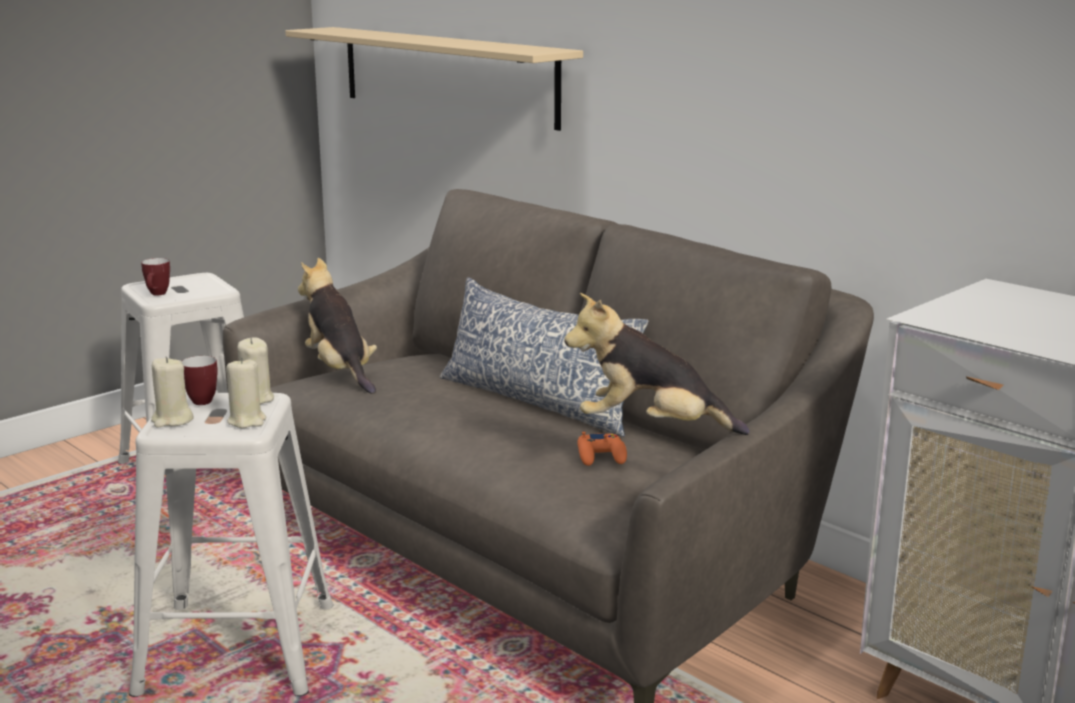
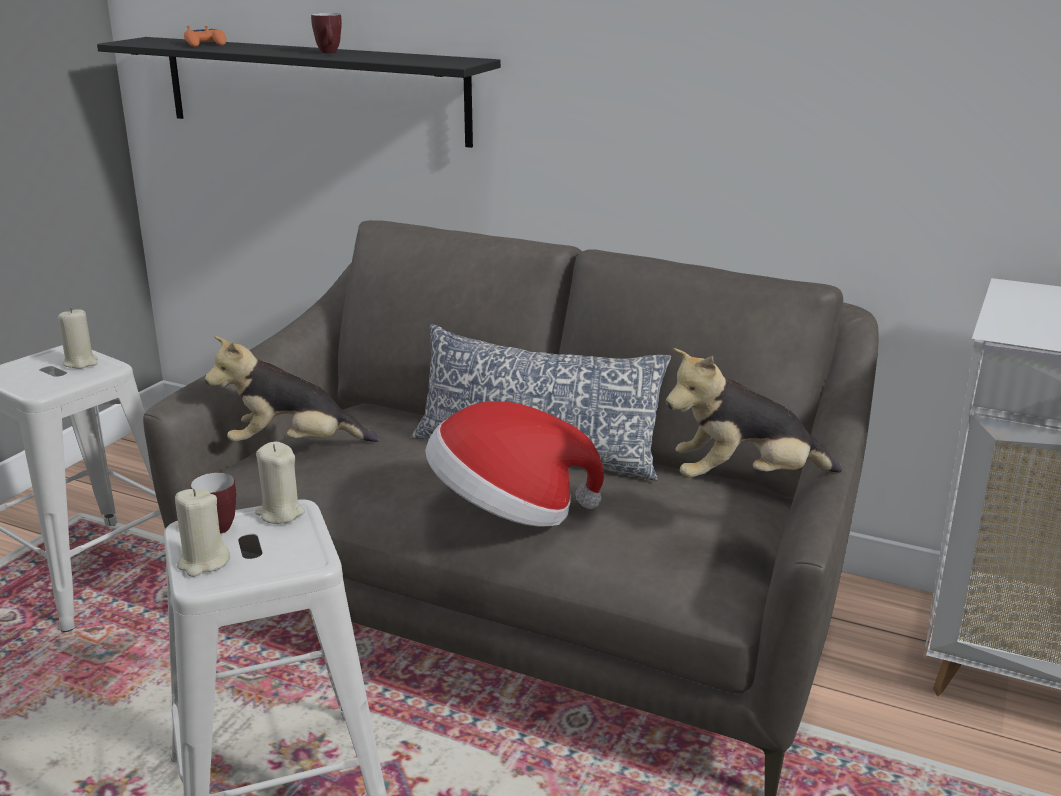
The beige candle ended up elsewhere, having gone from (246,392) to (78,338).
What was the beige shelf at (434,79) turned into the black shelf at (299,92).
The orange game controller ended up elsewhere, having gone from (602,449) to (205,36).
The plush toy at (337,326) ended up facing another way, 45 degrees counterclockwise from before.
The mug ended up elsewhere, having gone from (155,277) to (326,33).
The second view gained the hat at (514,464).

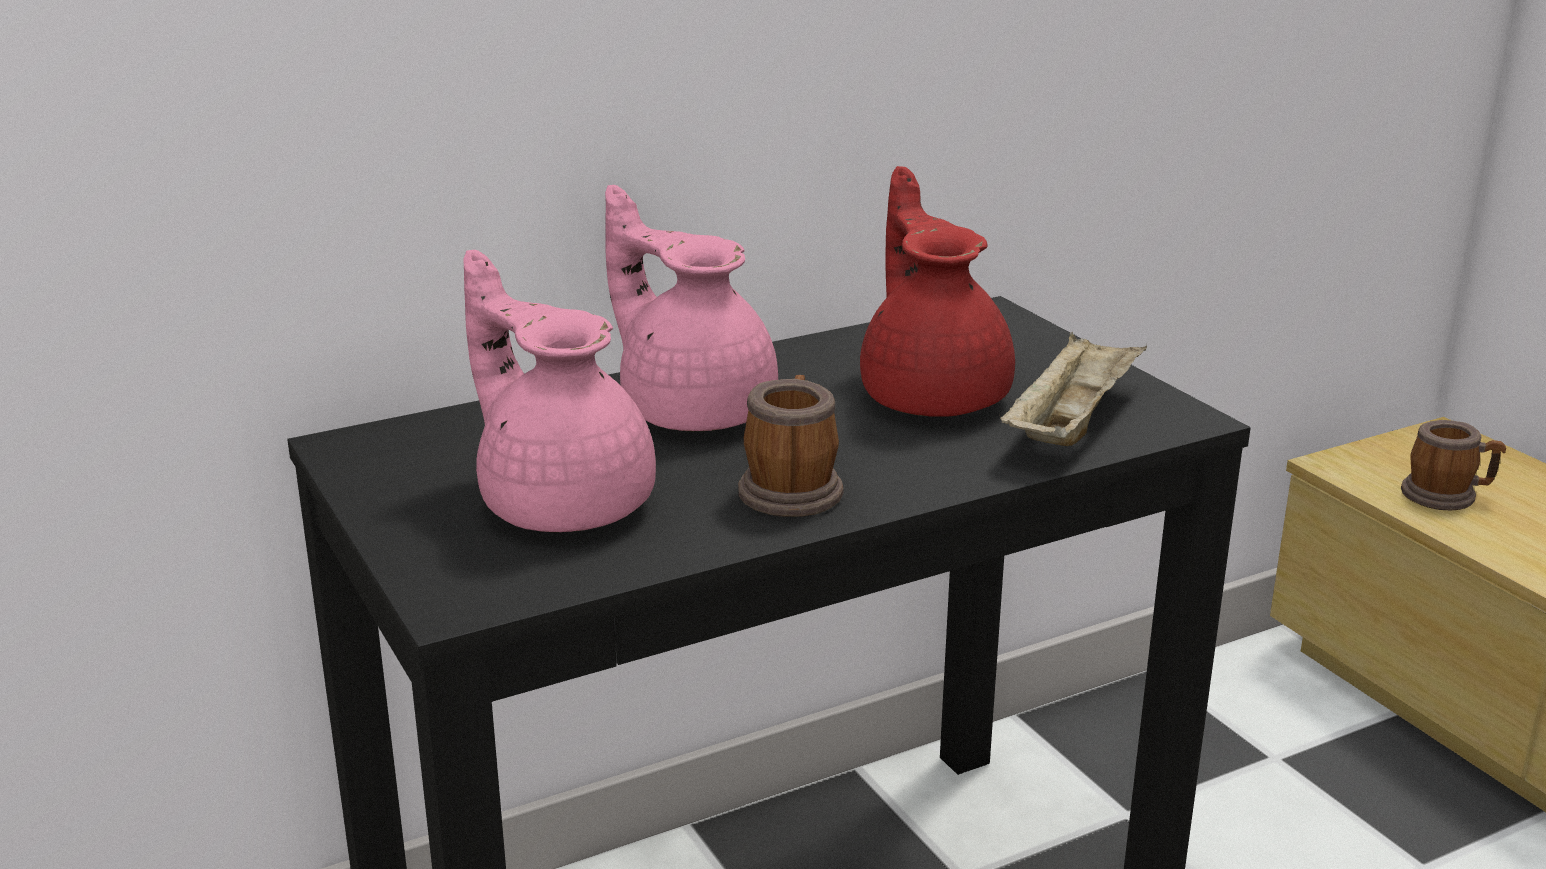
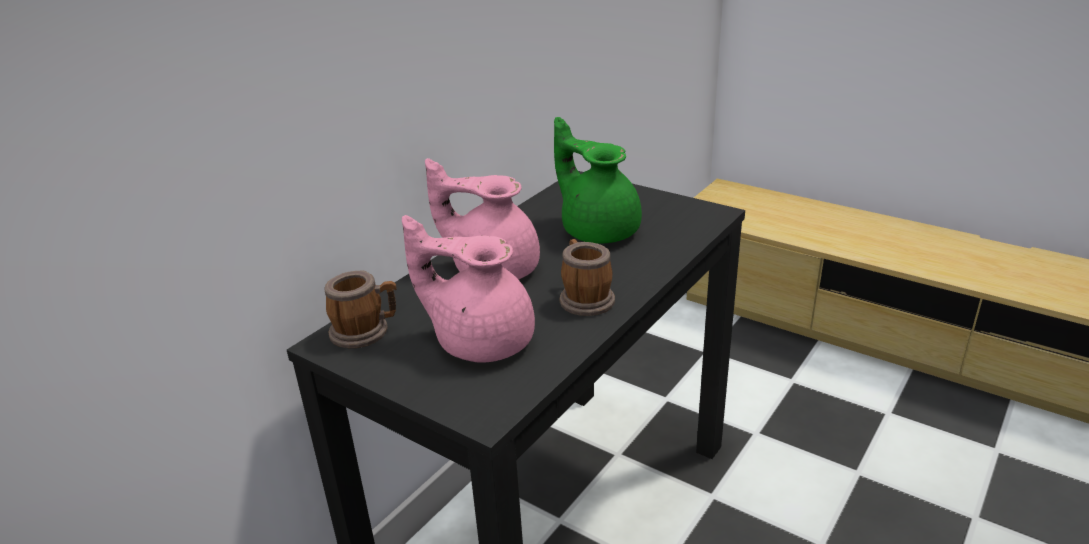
The mug ended up elsewhere, having gone from (1453,465) to (360,310).
What was the red teapot at (937,291) turned into the green teapot at (598,180).
The second view lost the beige tray at (1073,389).

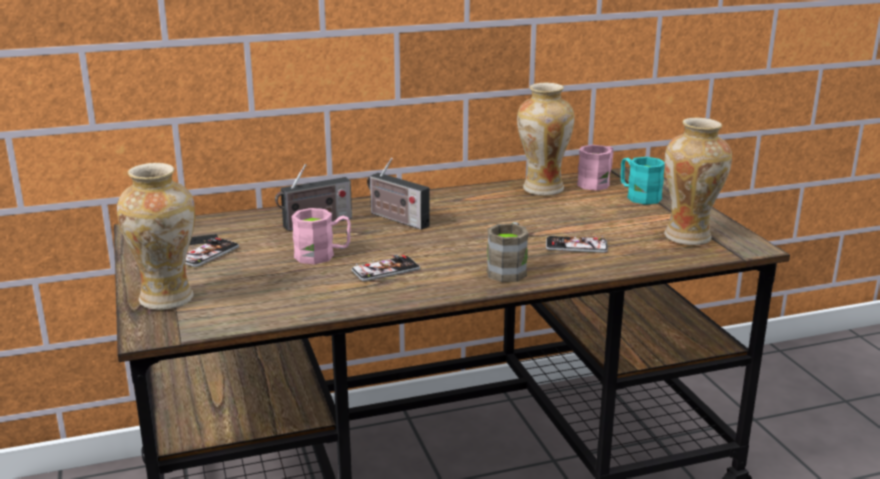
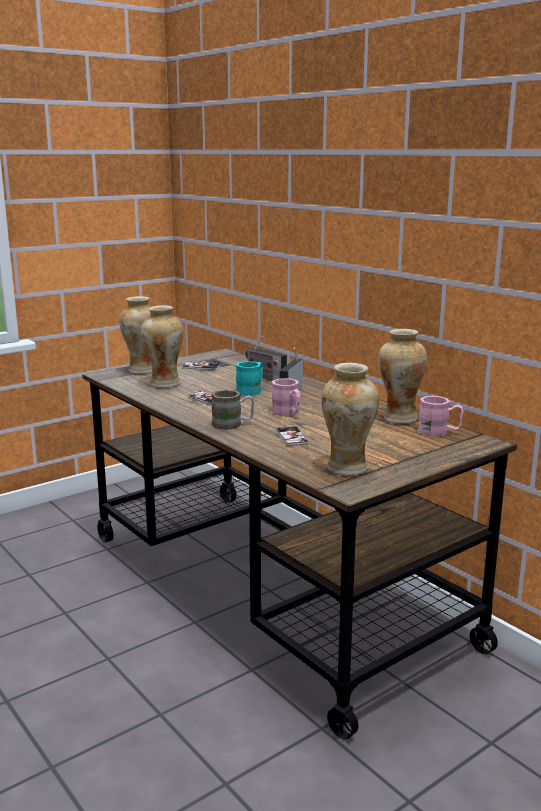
The second view gained the vase at (162,346).
The turquoise mug ended up elsewhere, having gone from (643,181) to (249,378).
The pink mug ended up elsewhere, having gone from (321,236) to (286,397).

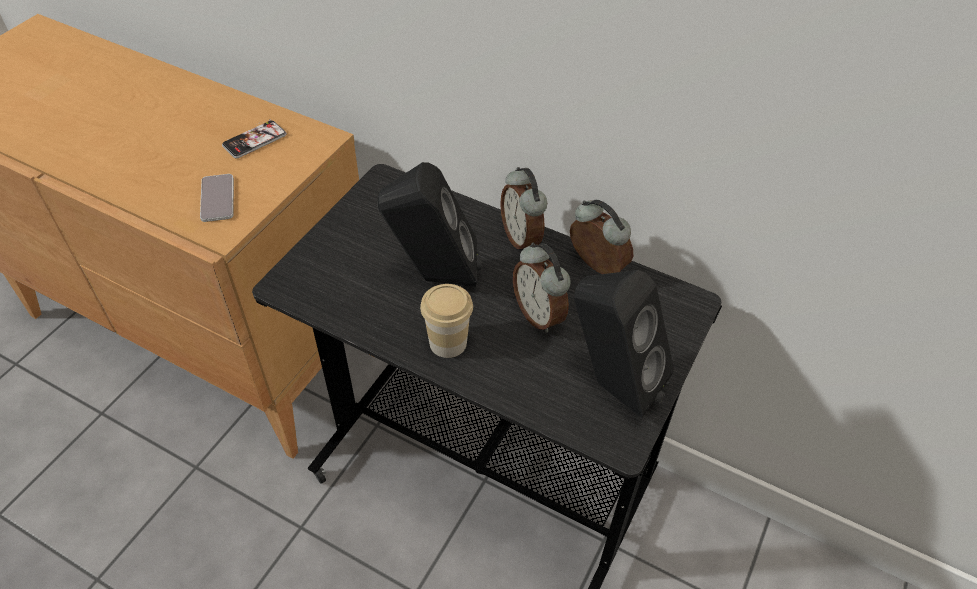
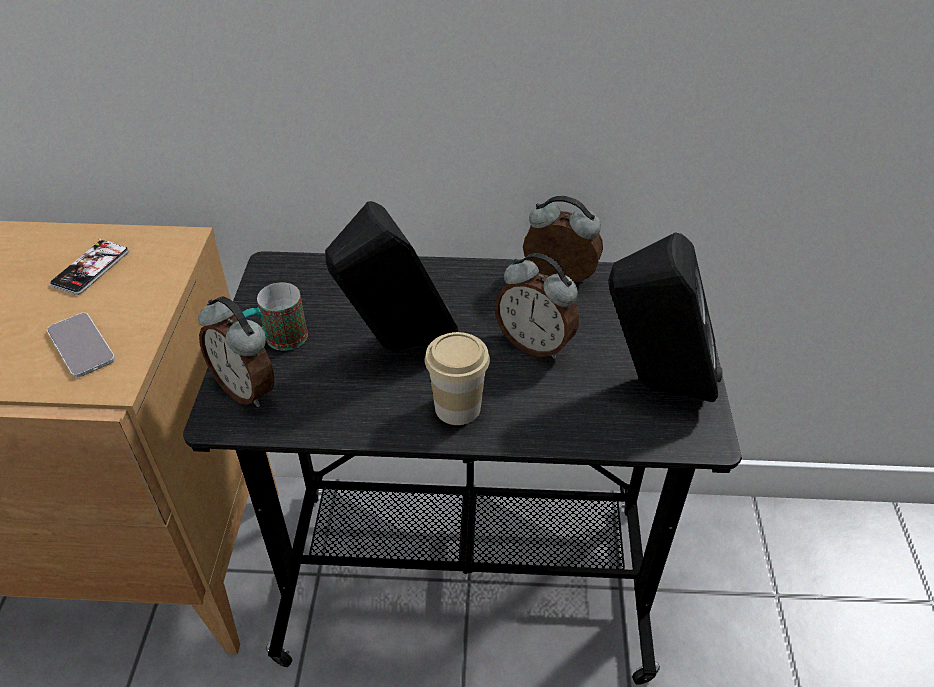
The alarm clock ended up elsewhere, having gone from (523,208) to (236,351).
The second view gained the mug at (275,316).

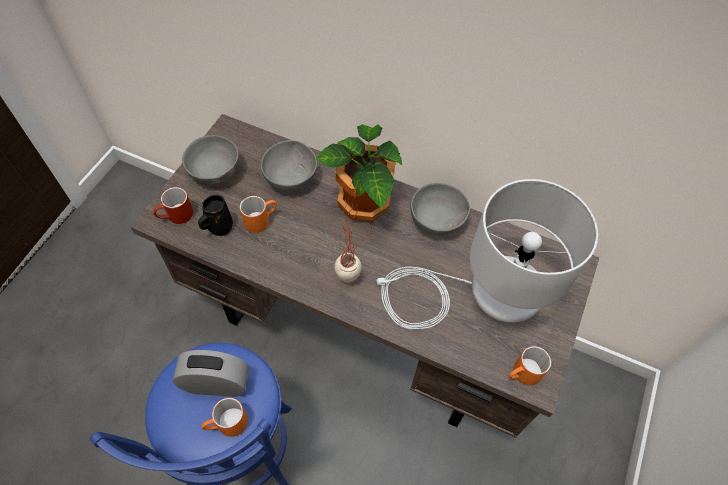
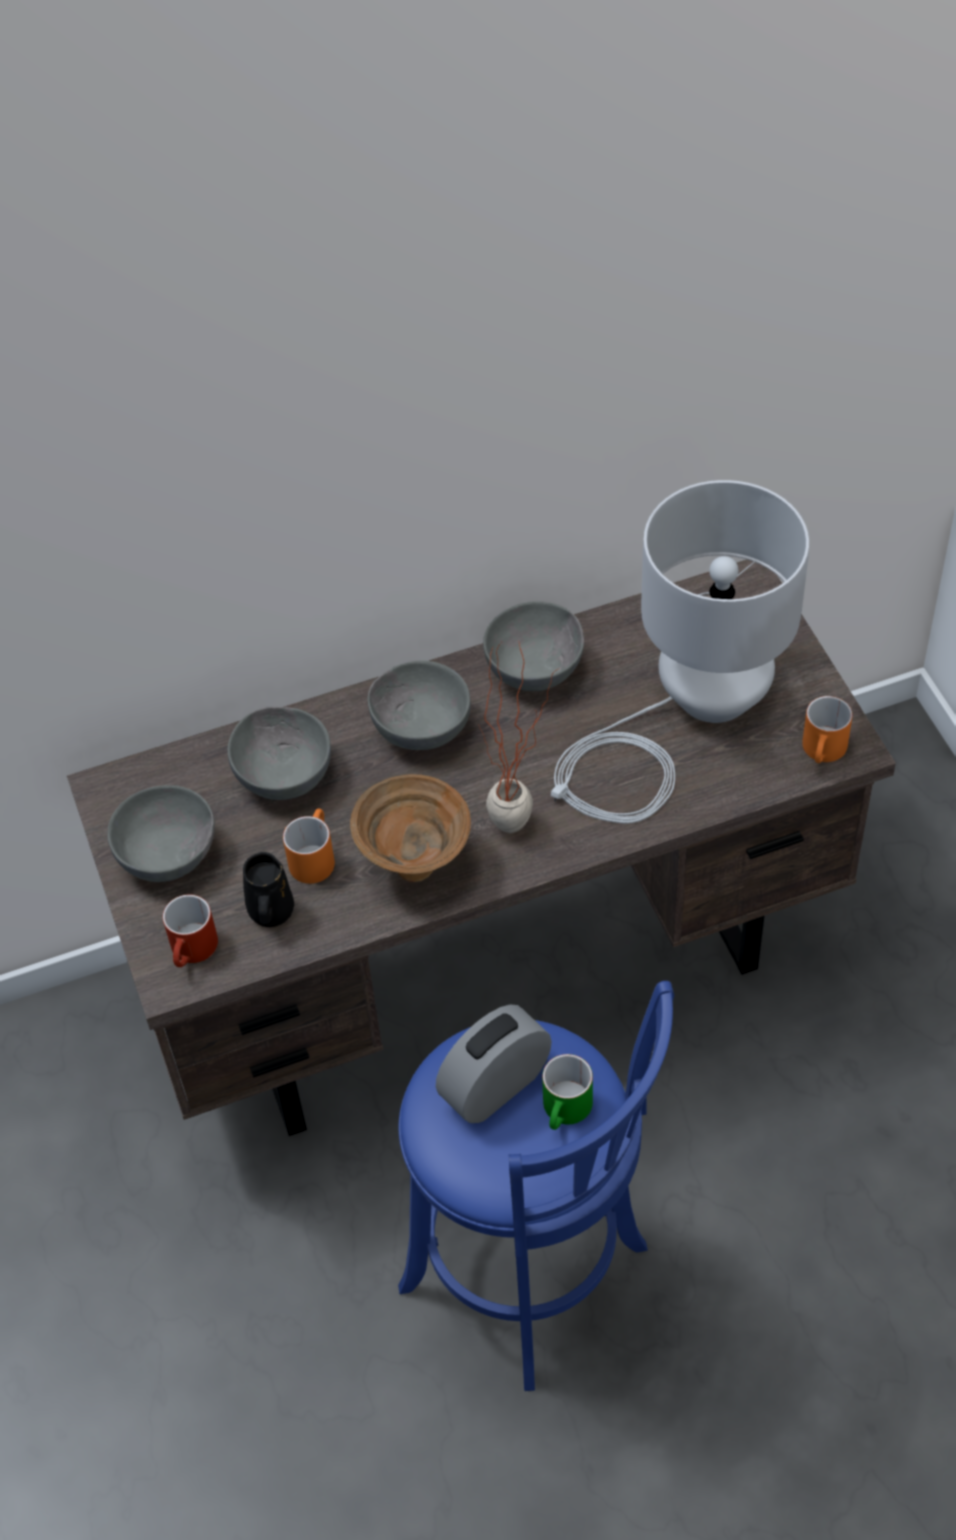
The second view gained the brown bowl at (410,828).
Where the potted plant stood at (359,173), the grey bowl came to stand at (419,705).
What was the orange mug at (224,417) turned into the green mug at (567,1092).

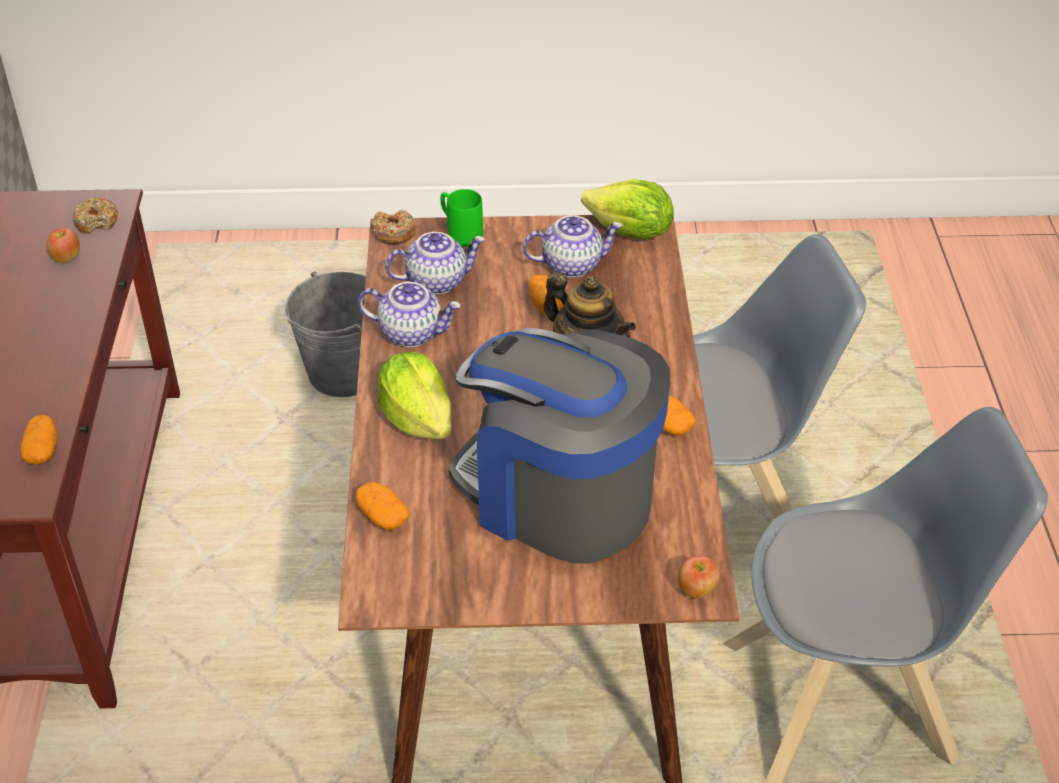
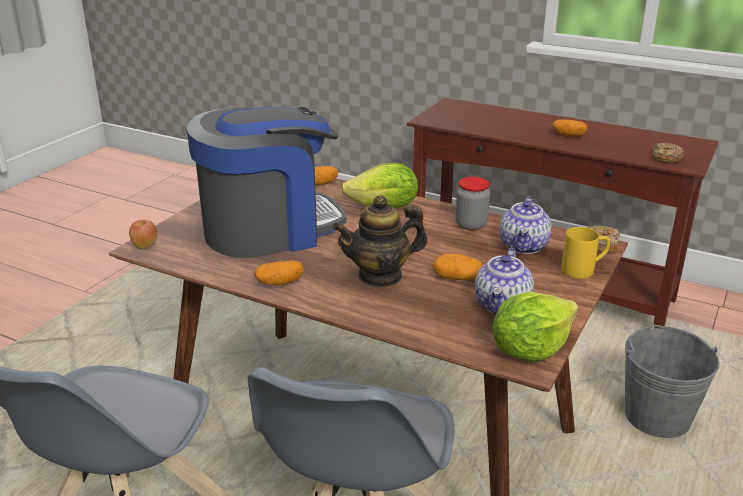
Where the teapot stood at (409,314), the jar came to stand at (472,204).
The potato ended up elsewhere, having gone from (39,440) to (570,128).
What was the green mug at (461,218) turned into the yellow mug at (586,253).
The second view lost the apple at (63,246).

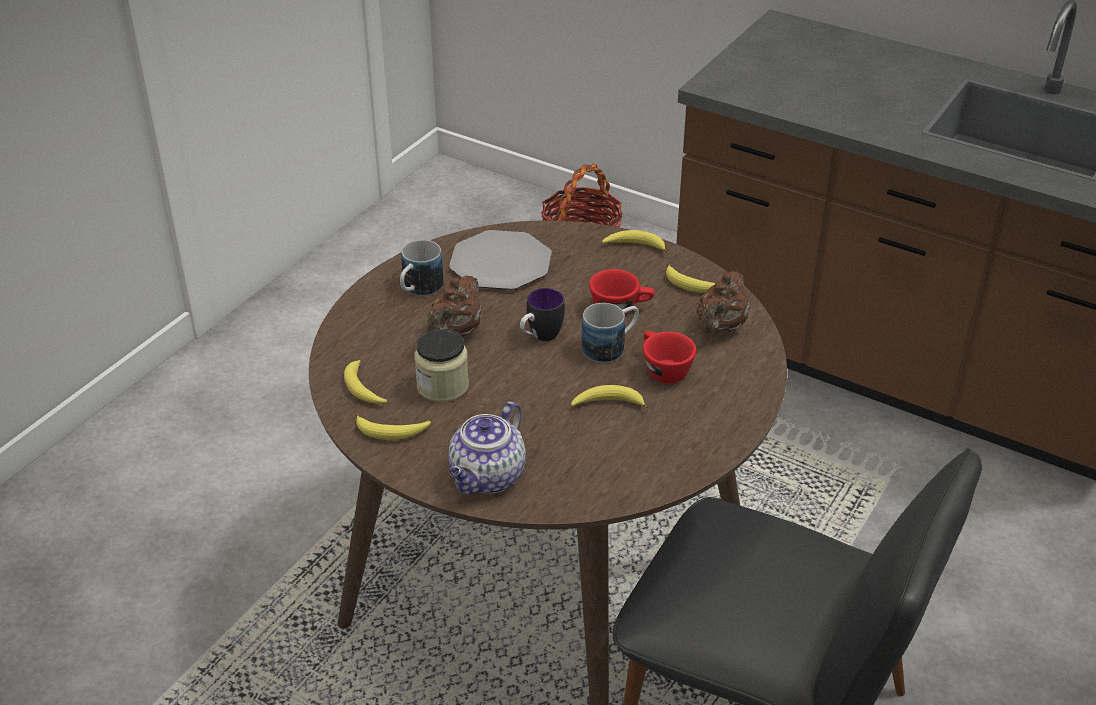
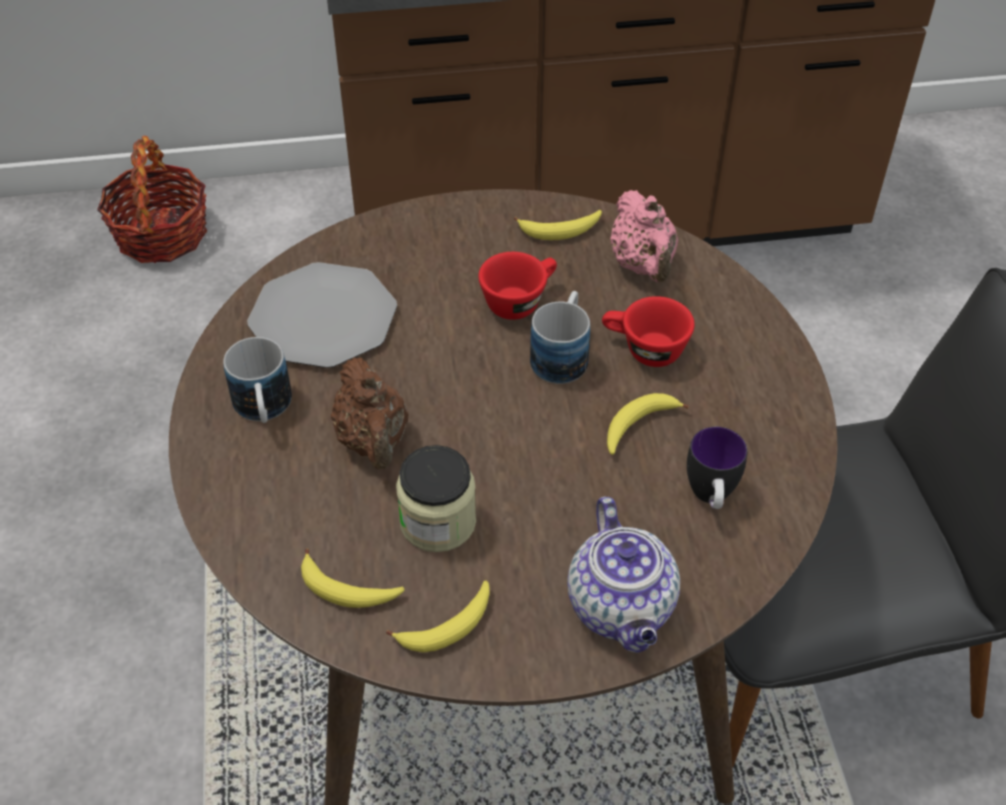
What was the brown teapot at (722,303) turned into the pink teapot at (644,236).
The mug ended up elsewhere, having gone from (542,314) to (717,468).
The second view lost the banana at (634,241).

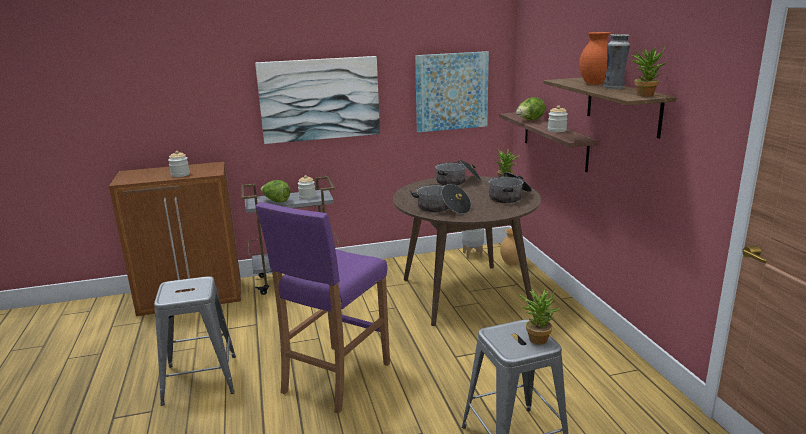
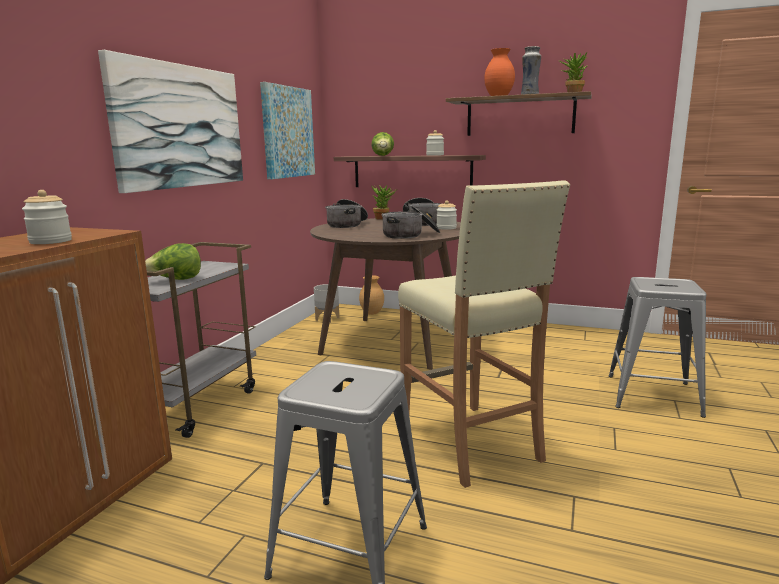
What was the purple stool at (322,308) turned into the beige stool at (484,334).
The jar ended up elsewhere, having gone from (307,187) to (446,215).
The second view lost the potted plant at (539,317).

